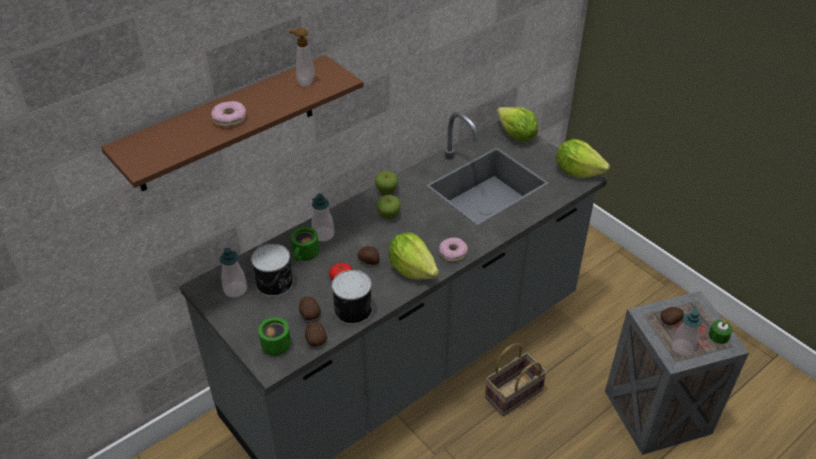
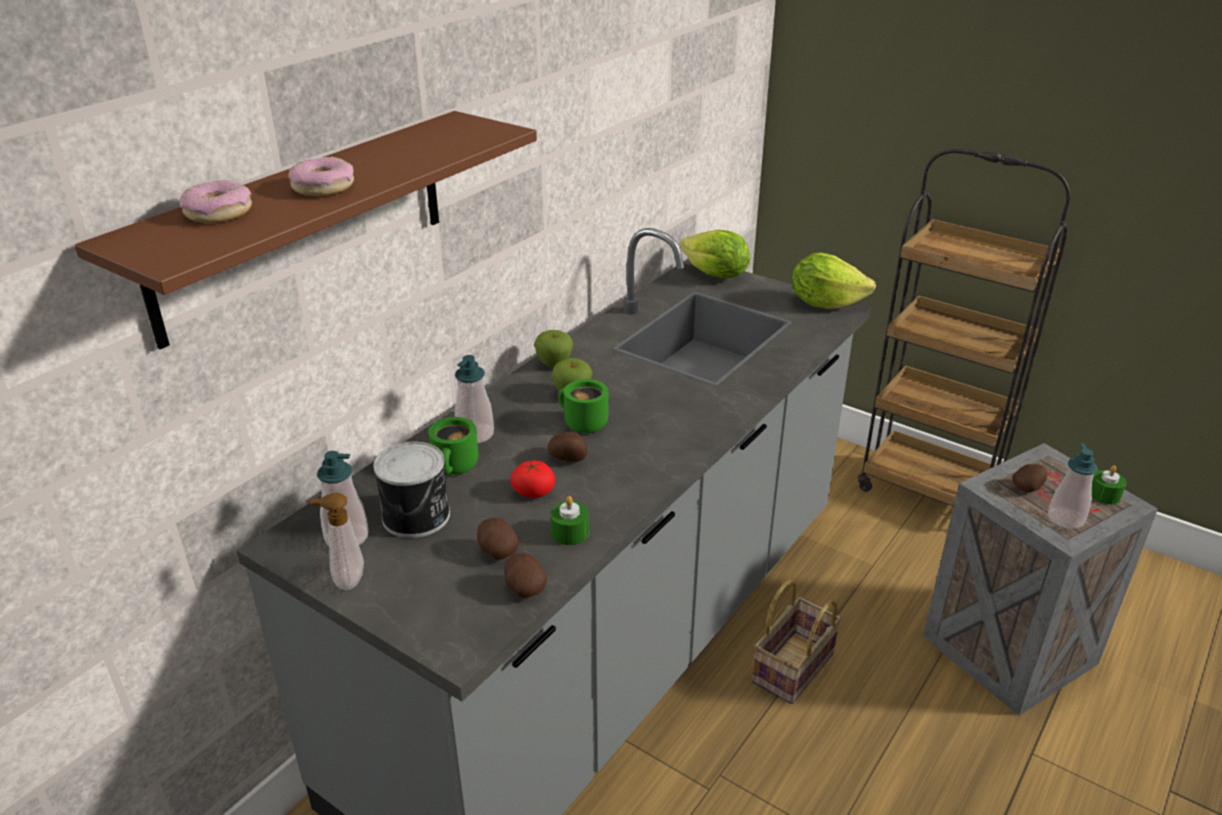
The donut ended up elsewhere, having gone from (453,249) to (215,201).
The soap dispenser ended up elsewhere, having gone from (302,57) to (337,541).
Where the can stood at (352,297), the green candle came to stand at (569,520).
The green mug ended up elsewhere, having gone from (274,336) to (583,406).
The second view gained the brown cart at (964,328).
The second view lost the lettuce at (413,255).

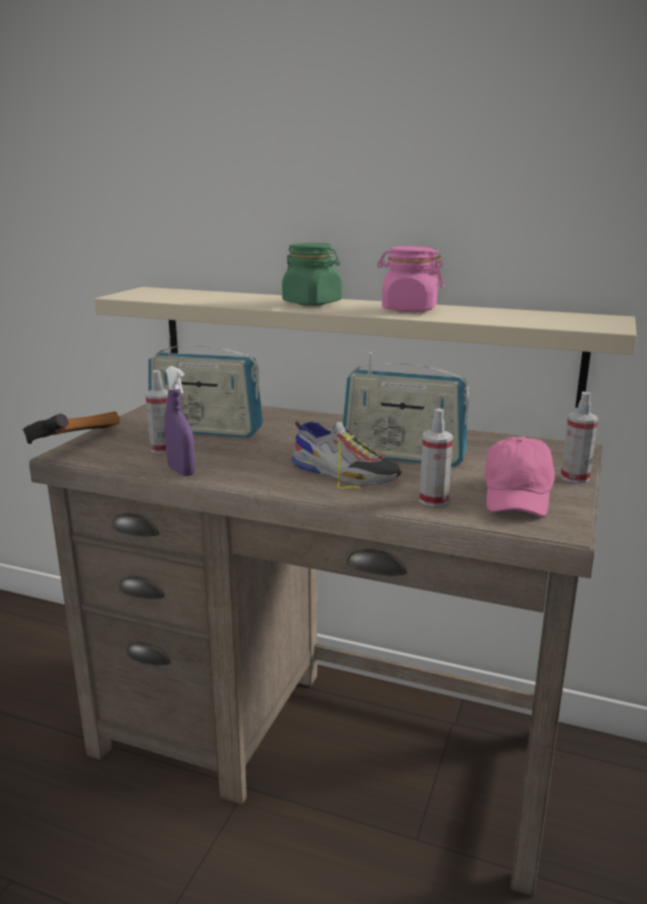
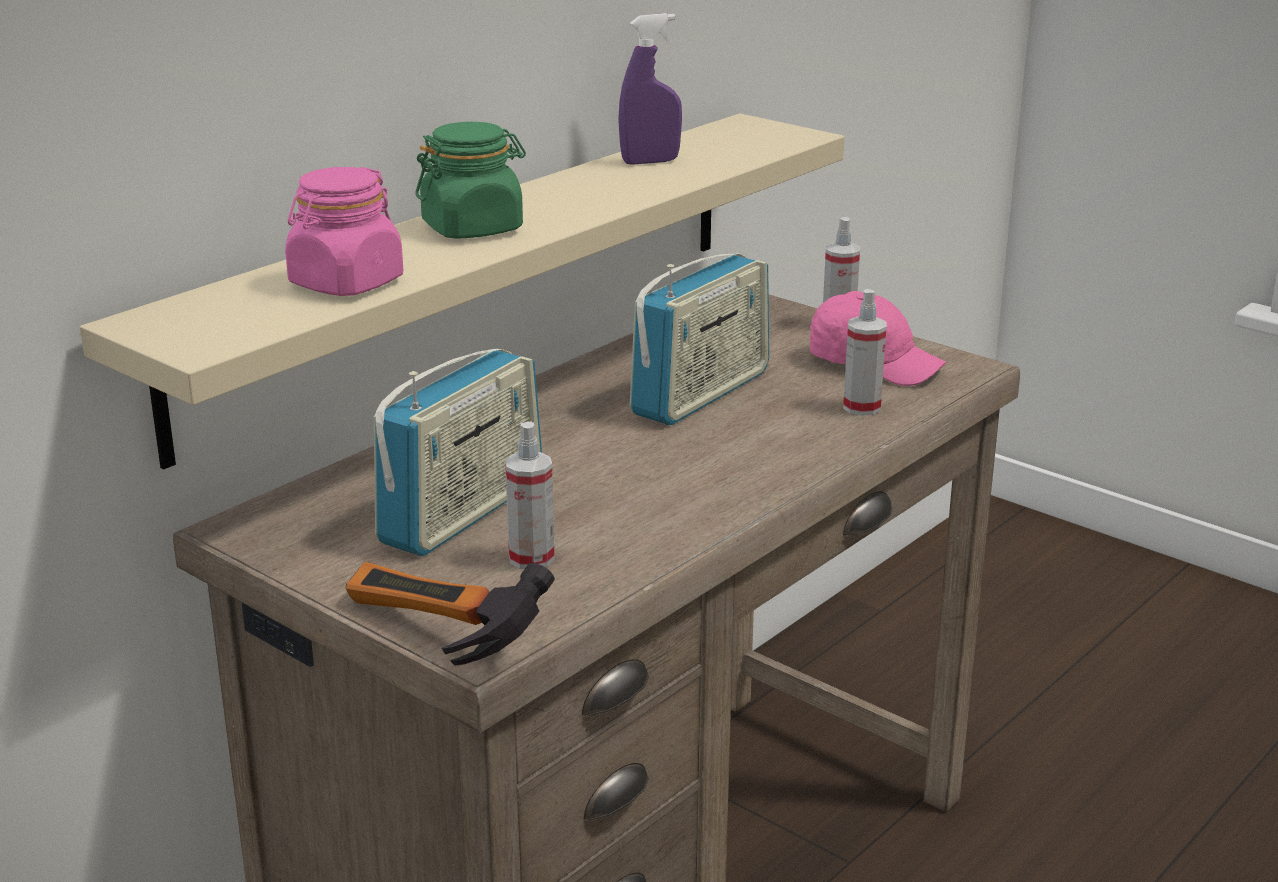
The pink jar ended up elsewhere, having gone from (410,279) to (344,231).
The purple spray bottle ended up elsewhere, having gone from (179,421) to (650,89).
The second view lost the shoe at (346,456).

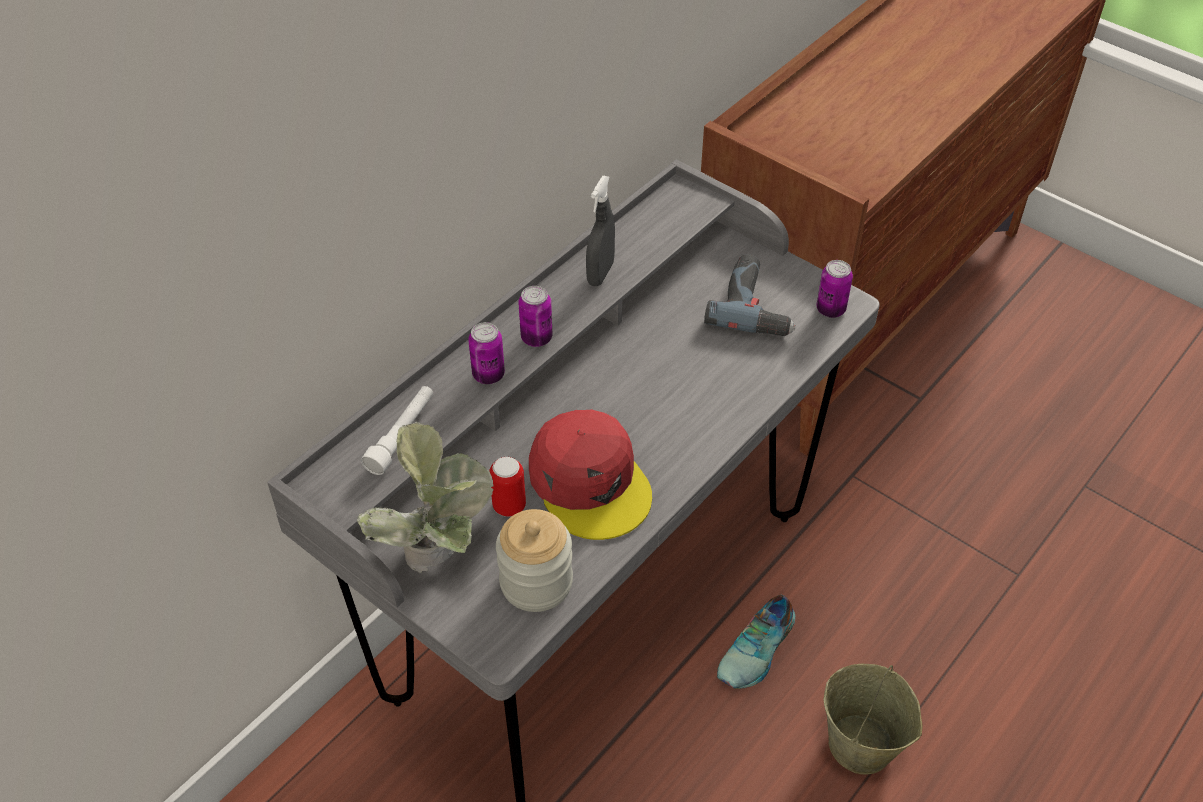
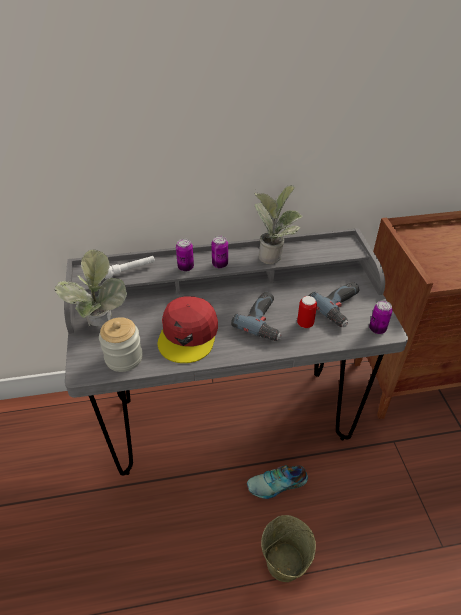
The second view gained the power drill at (256,316).
Where the grey spray bottle stood at (600,231), the potted plant came to stand at (278,224).
The can ended up elsewhere, having gone from (507,487) to (307,312).

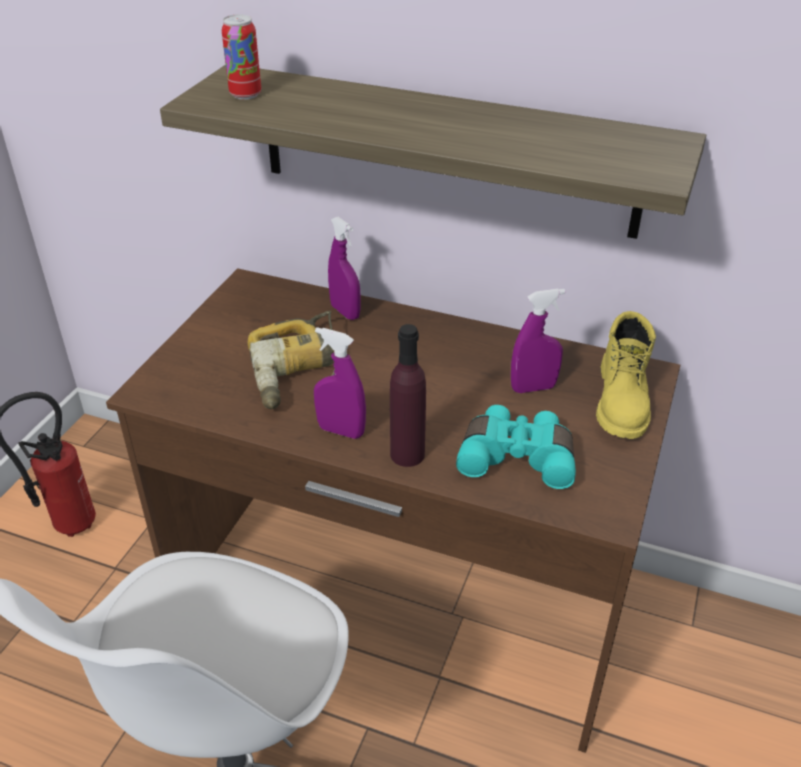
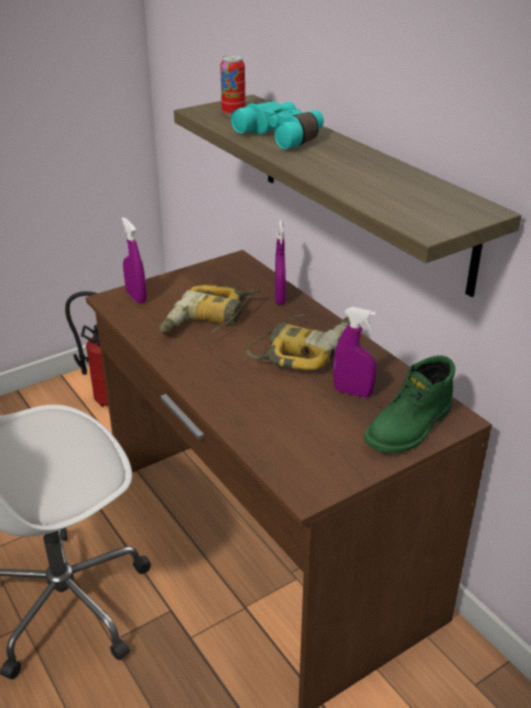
The purple spray bottle ended up elsewhere, having gone from (340,383) to (134,260).
The turquoise binoculars ended up elsewhere, having gone from (516,447) to (277,124).
The second view gained the power drill at (298,342).
What was the yellow boot at (626,375) turned into the green boot at (409,404).
The second view lost the purple bottle at (408,395).

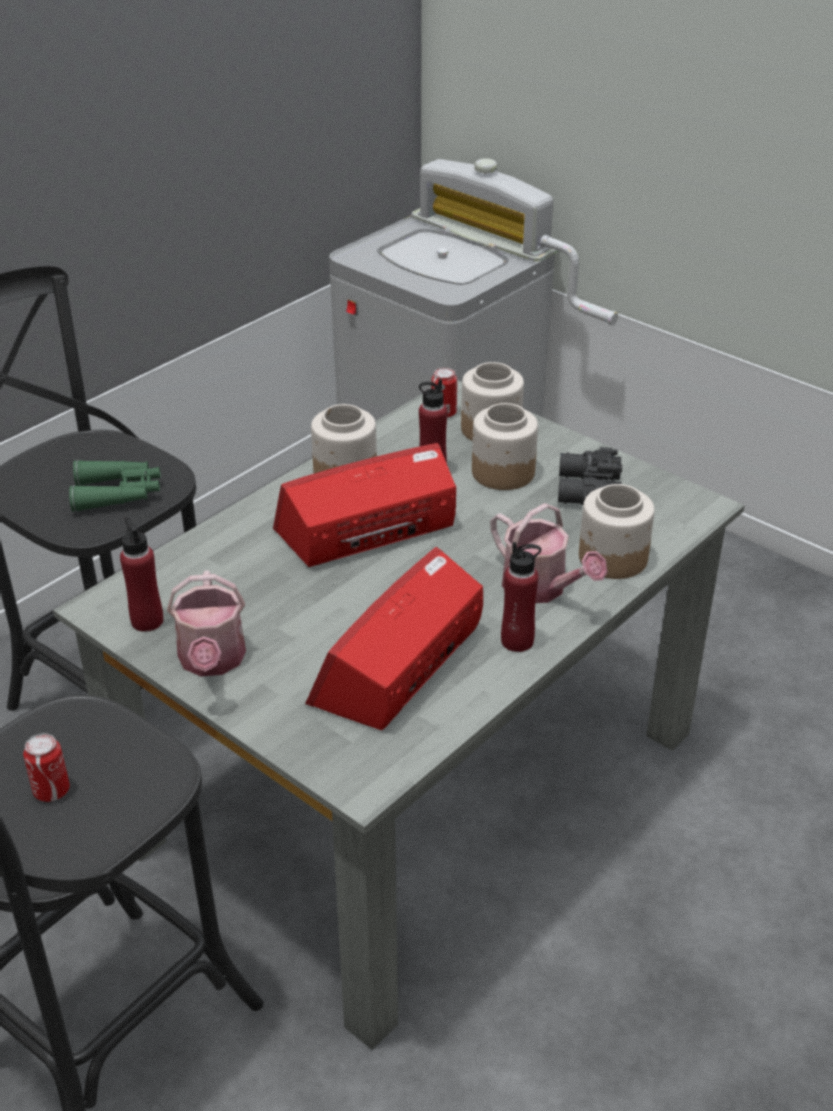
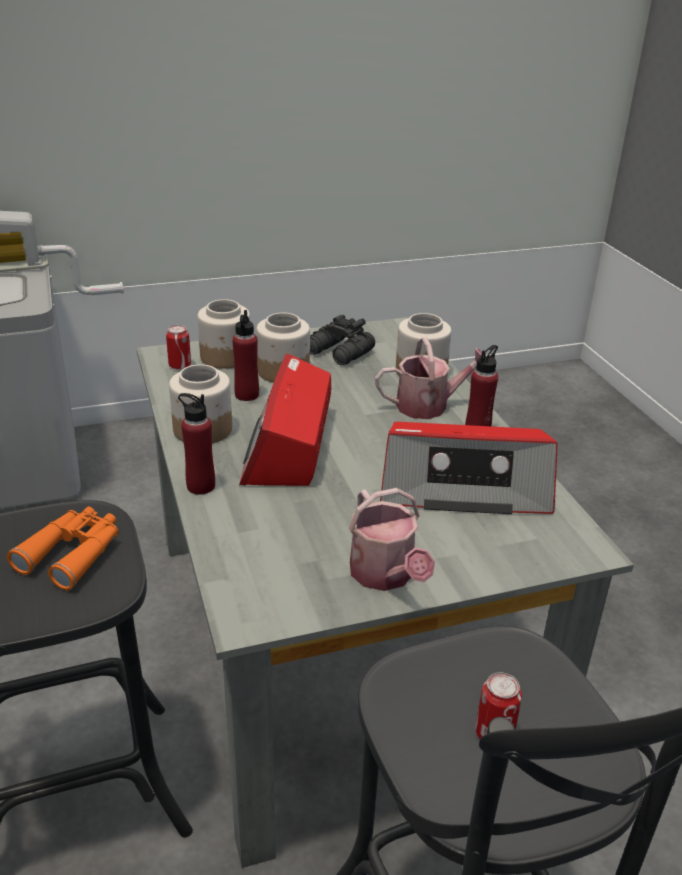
What was the green binoculars at (115,486) turned into the orange binoculars at (62,548).
The red bottle ended up elsewhere, having gone from (141,574) to (196,444).
The watering can at (206,623) ended up facing another way, 45 degrees clockwise from before.
The radio at (394,638) ended up facing another way, 60 degrees counterclockwise from before.

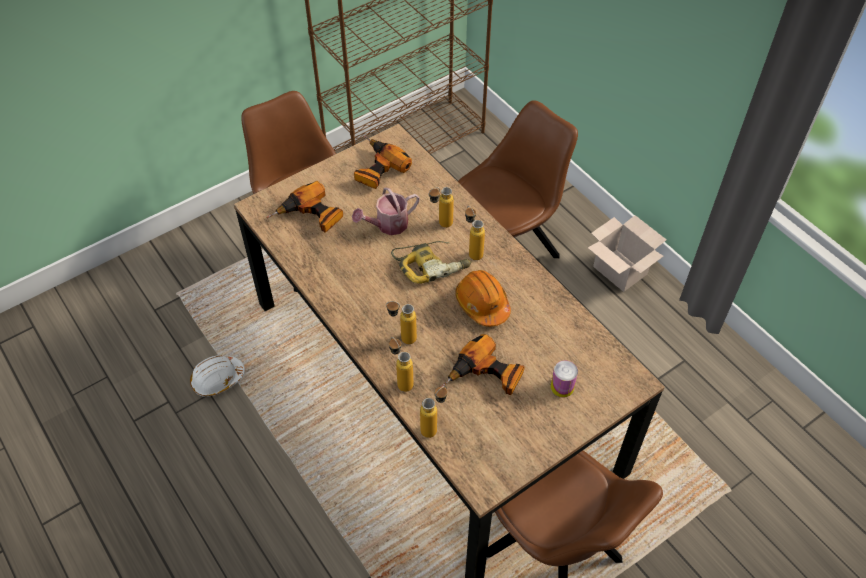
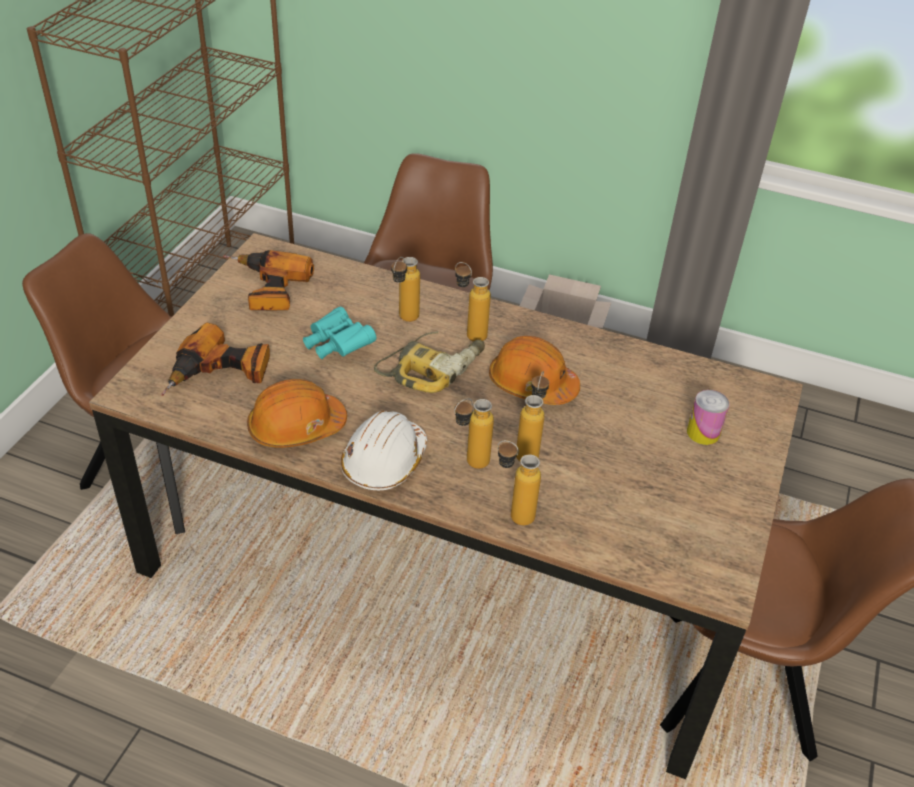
The second view gained the orange hard hat at (297,413).
Where the watering can stood at (386,211), the turquoise binoculars came to stand at (340,333).
The white hard hat ended up elsewhere, having gone from (217,376) to (384,451).
The bottle ended up elsewhere, having gone from (433,412) to (532,416).
The second view lost the power drill at (483,364).

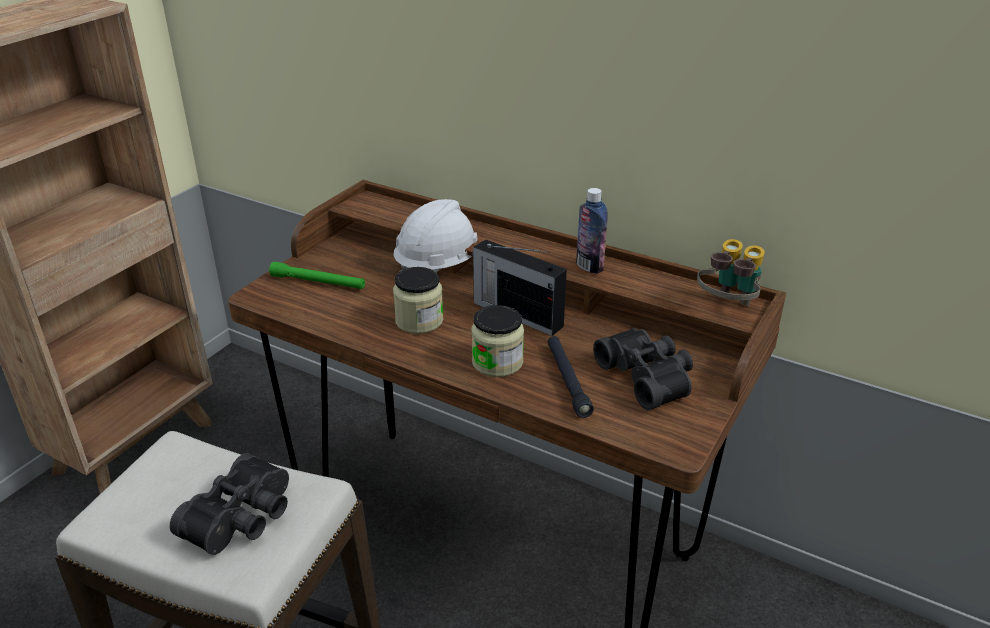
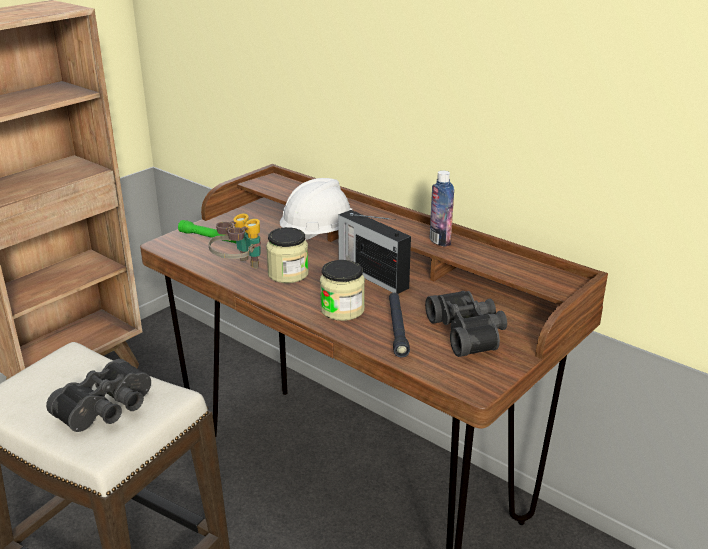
The binoculars ended up elsewhere, having gone from (731,272) to (234,240).

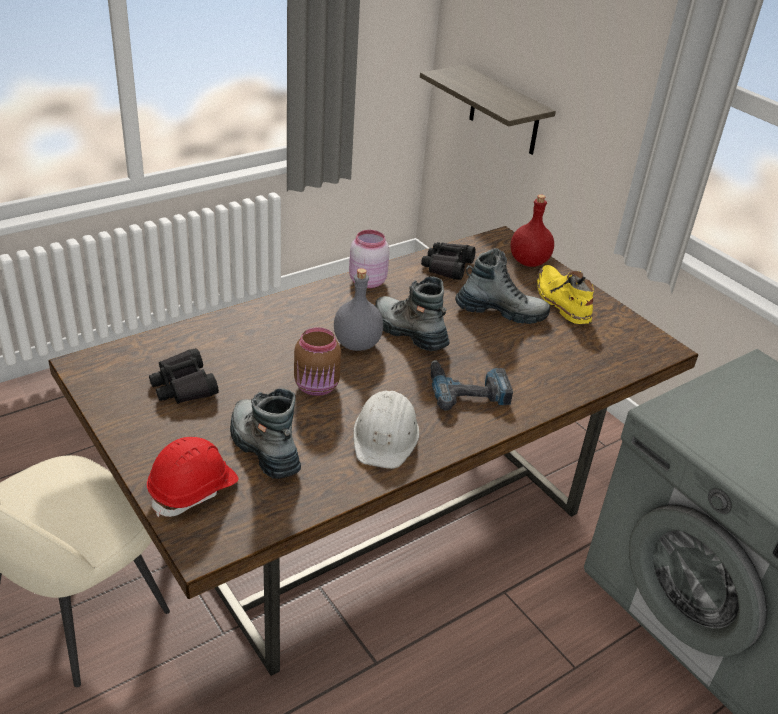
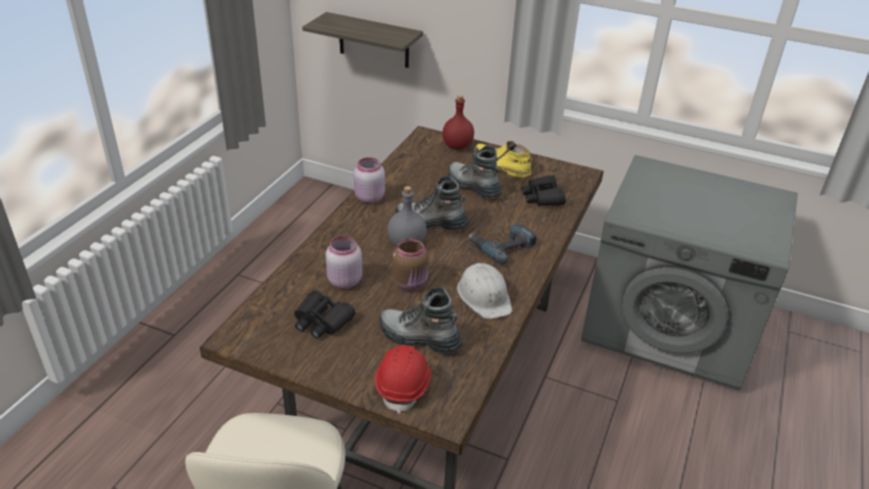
The second view gained the pink jar at (344,262).
The boot at (502,286) ended up facing another way, 105 degrees counterclockwise from before.
The black binoculars ended up elsewhere, having gone from (448,261) to (544,190).

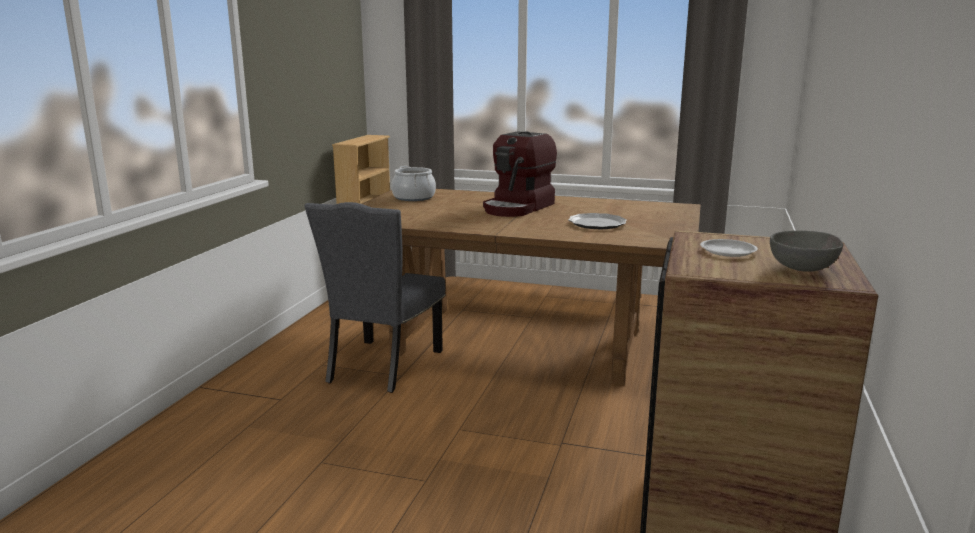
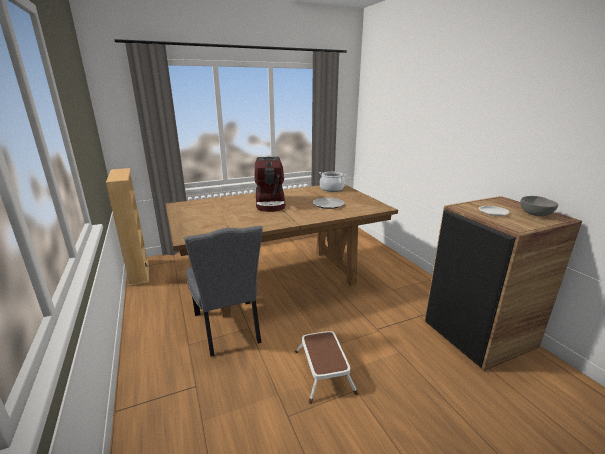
The second view gained the brown step ladder at (326,367).
The cooking pot ended up elsewhere, having gone from (413,183) to (332,182).

